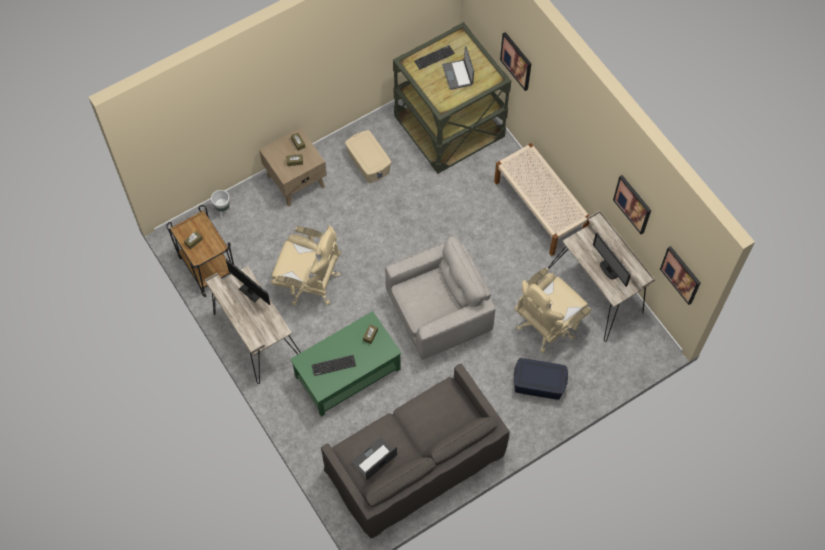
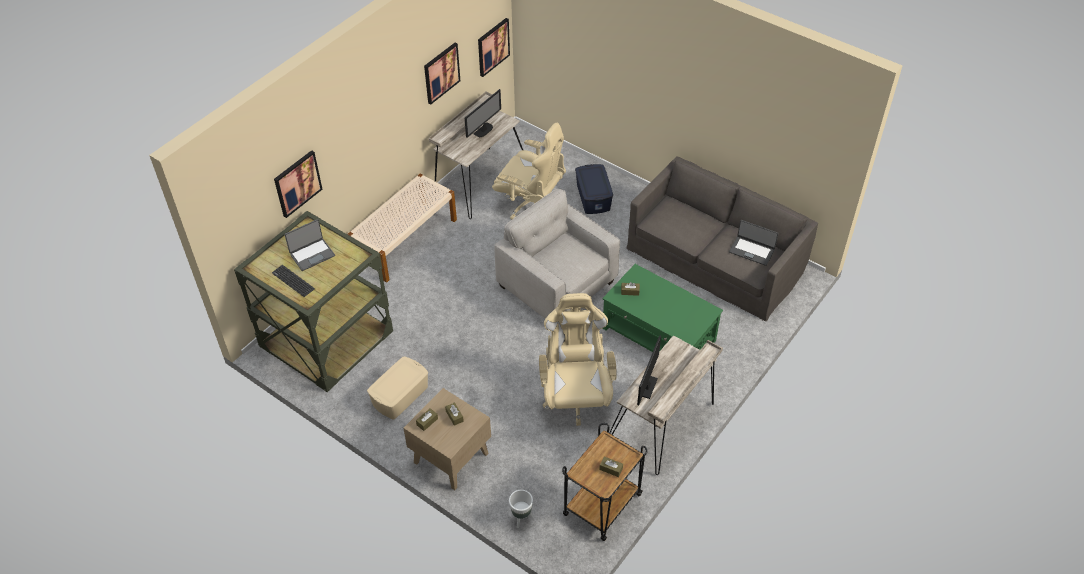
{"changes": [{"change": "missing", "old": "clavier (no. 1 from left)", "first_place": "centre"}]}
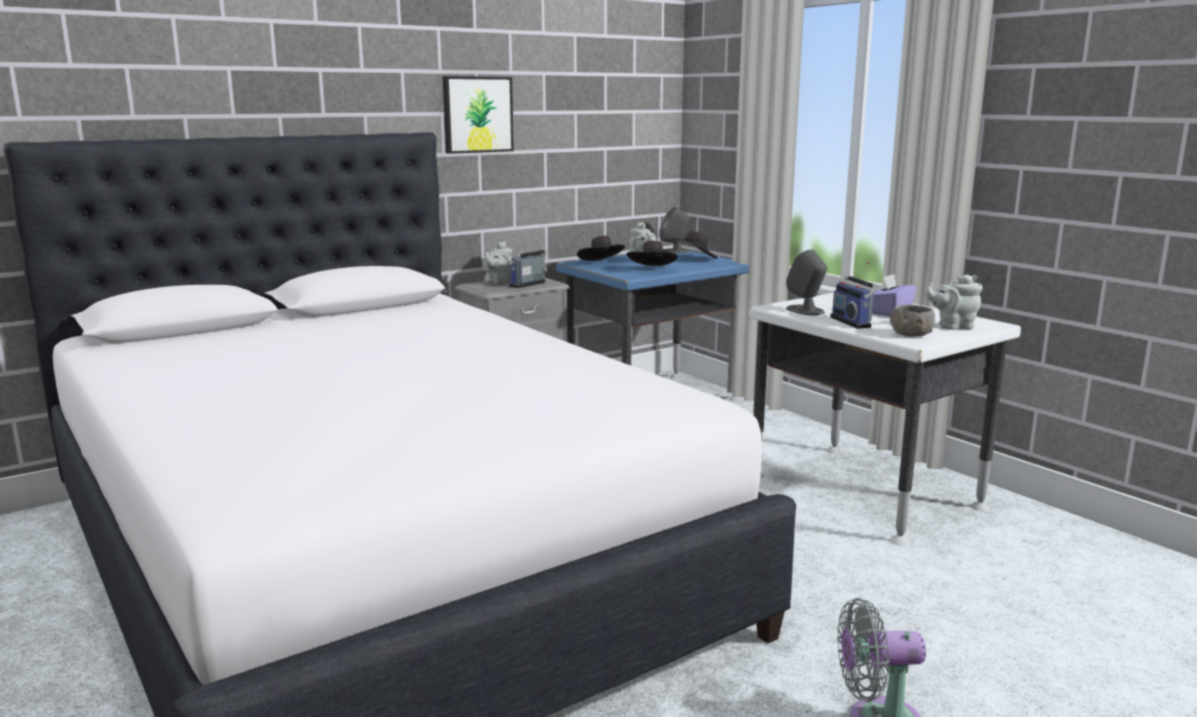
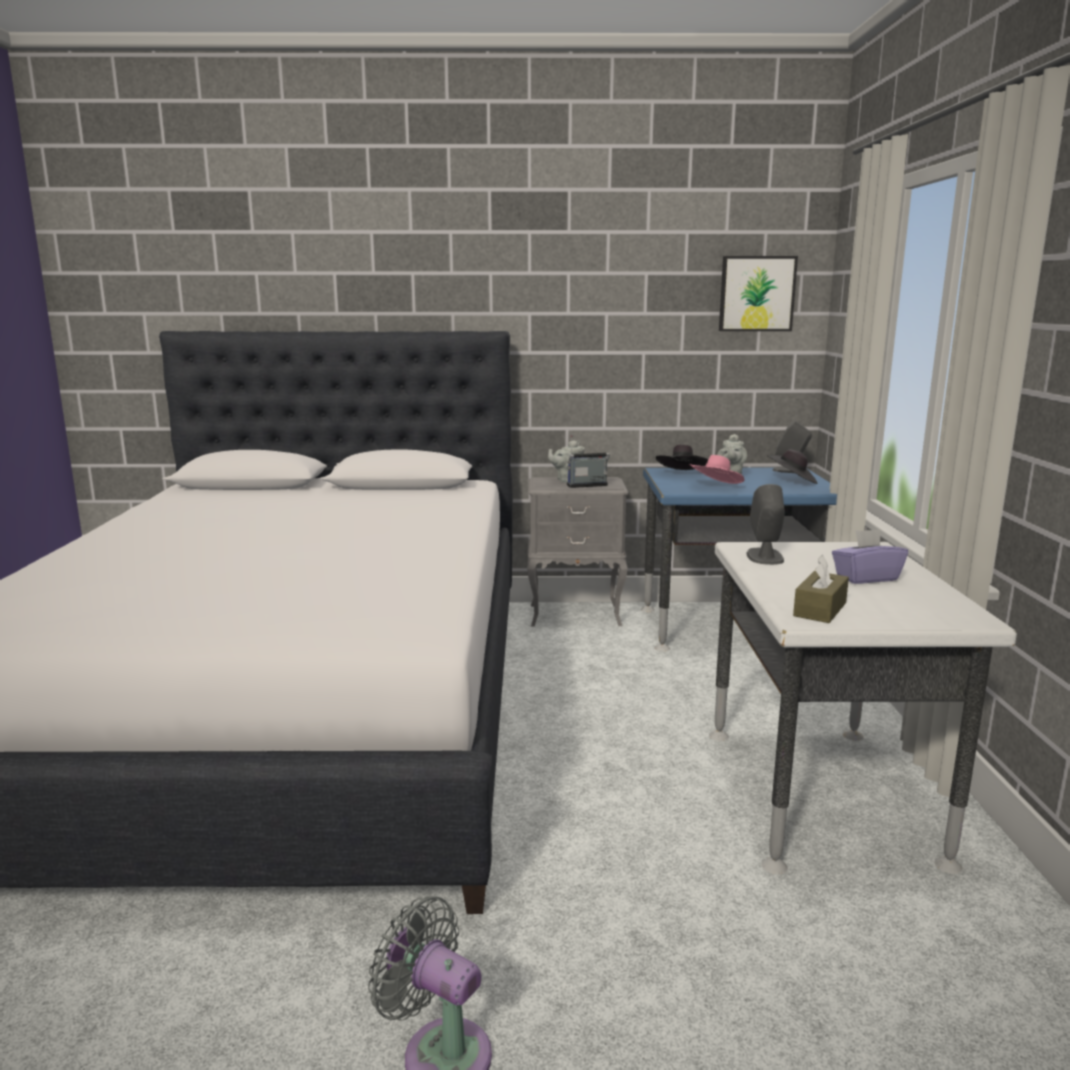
{"changes": [{"change": "relocated", "old": "tableau", "first_place": "top centre", "second_place": "top right"}, {"change": "colour", "old": "chapeau (noir) (no. 2 from left)", "new": "chapeau (rose)", "first_place": "centre", "second_place": "middle right"}, {"change": "missing", "old": "radio (no. 2 from left)", "first_place": "middle right"}, {"change": "exchanged", "old": "bol (gris)", "new": "boîte à mouchoirs (marron)", "first_place": "middle right", "second_place": "middle right"}, {"change": "missing", "old": "théière (gris) (no. 3 from left)", "first_place": "middle right"}]}
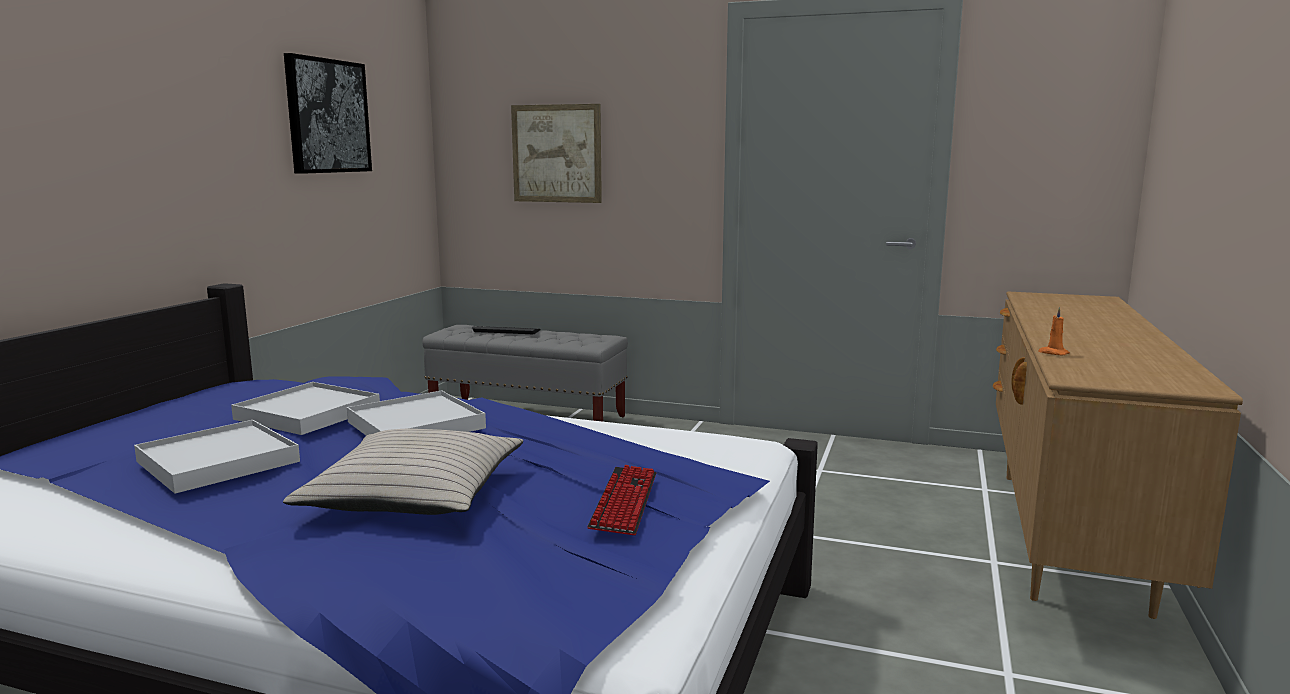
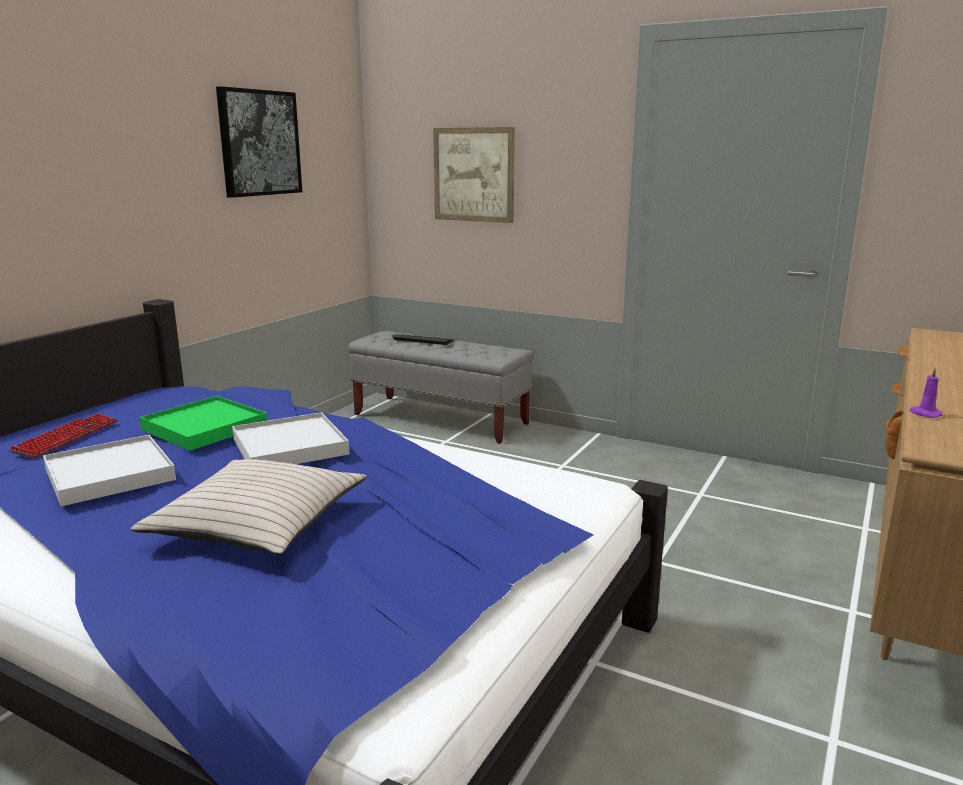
{"changes": [{"change": "colour", "old": "plateau (blanc) (no. 2 from left)", "new": "plateau (vert)", "first_place": "middle left", "second_place": "middle left"}, {"change": "relocated", "old": "clavier (no. 2 from left in the first image)", "new": "clavier (no. 1 from left)", "first_place": "bottom centre", "second_place": "middle left"}, {"change": "colour", "old": "bougie (orange)", "new": "bougie (violet)", "first_place": "middle right", "second_place": "middle right"}]}
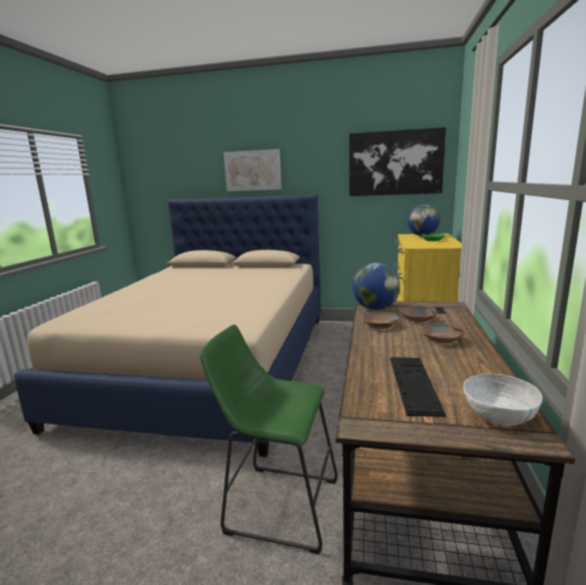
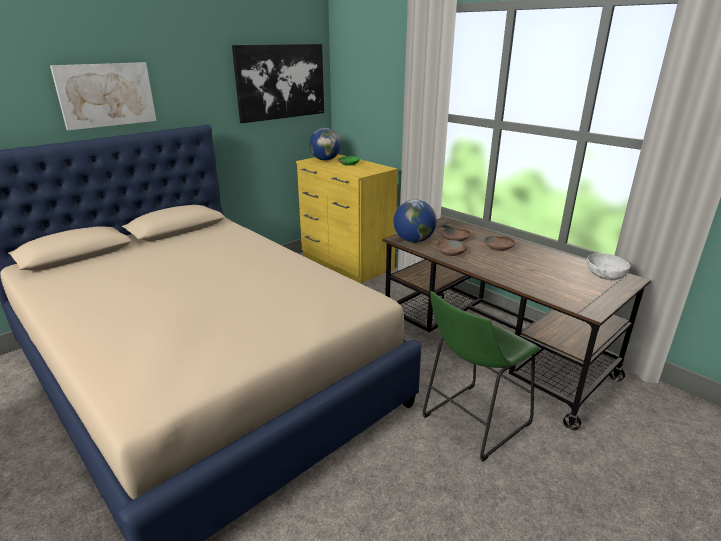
{"changes": [{"change": "missing", "old": "clavier", "first_place": "middle right"}]}
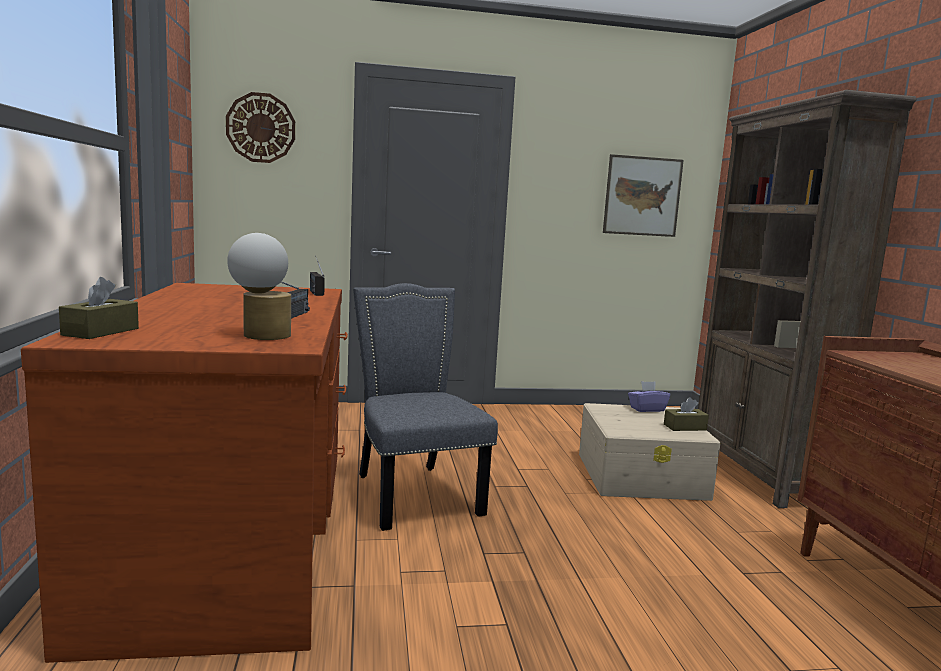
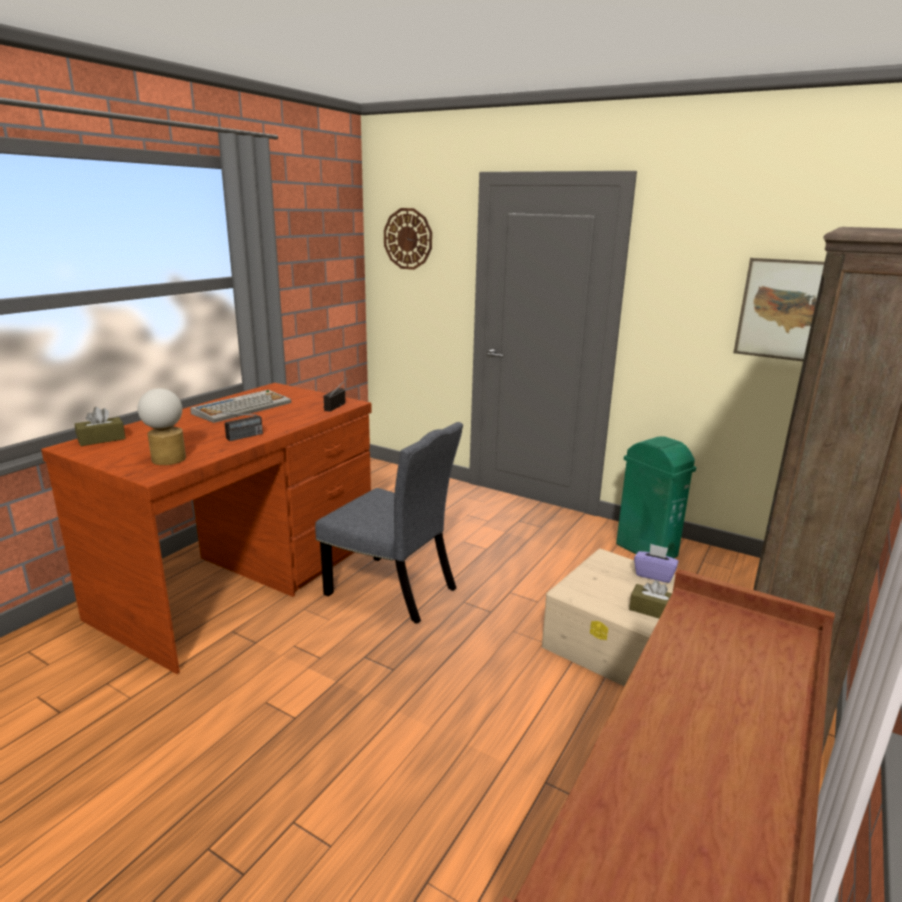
{"changes": [{"change": "spun", "old": "chaise (gris)", "first_place": "centre", "second_place": "centre", "degrees": 105}, {"change": "appeared", "new": "clavier", "second_place": "middle left"}, {"change": "appeared", "new": "poubelle (vert)", "second_place": "middle right"}]}
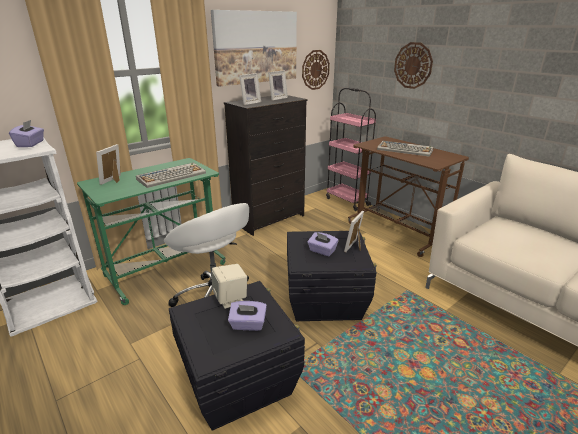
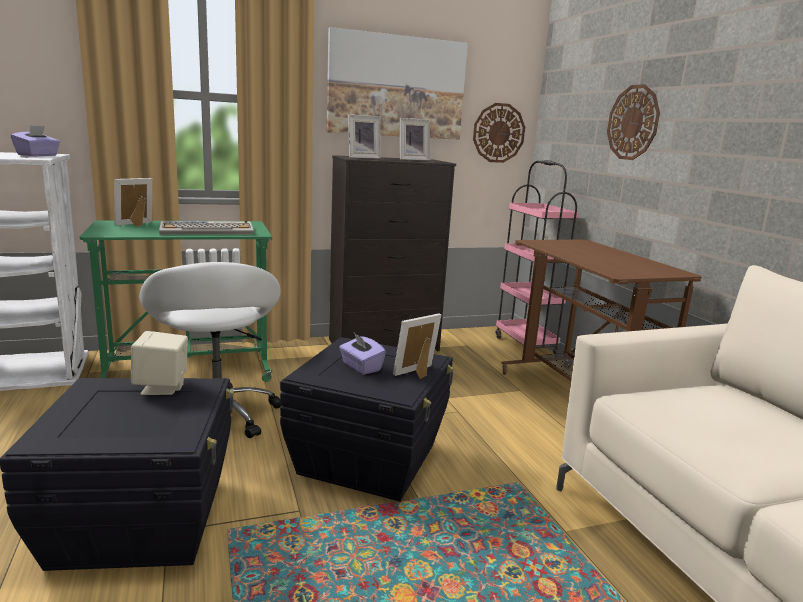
{"changes": [{"change": "missing", "old": "boîte à mouchoirs (violet) (no. 2 from left)", "first_place": "bottom centre"}, {"change": "missing", "old": "clavier (no. 2 from left)", "first_place": "middle right"}]}
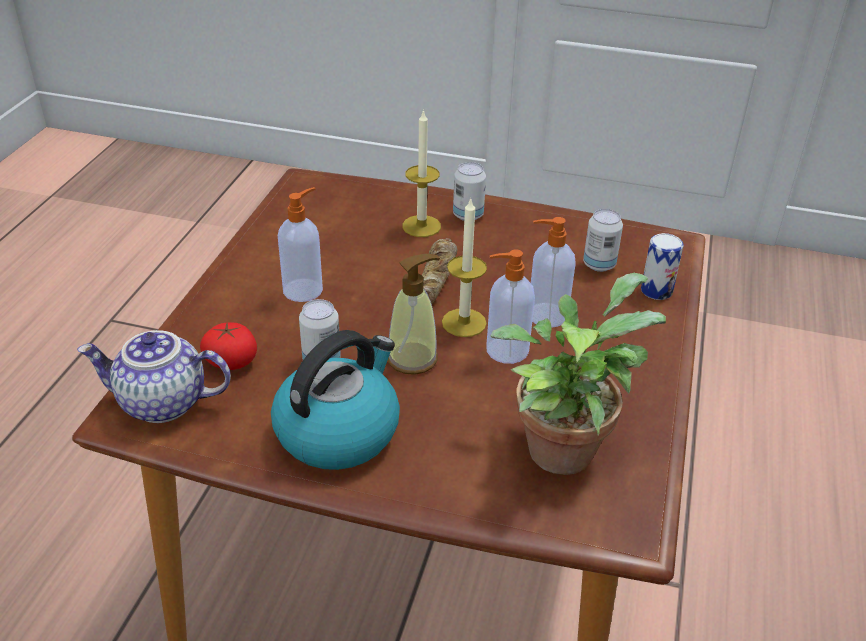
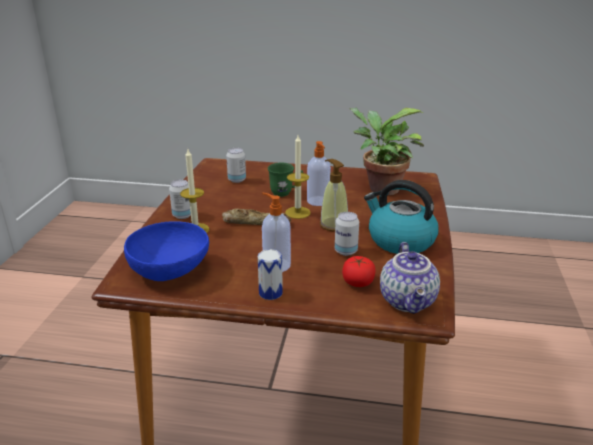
{"changes": [{"change": "exchanged", "old": "distributeur de savon (no. 4 from left)", "new": "mug (vert)", "first_place": "centre", "second_place": "centre"}, {"change": "relocated", "old": "boîte métallique (no. 4 from left in the first image)", "new": "boîte métallique (no. 3 from left)", "first_place": "middle right", "second_place": "centre"}, {"change": "appeared", "new": "bol (bleu)", "second_place": "middle left"}]}
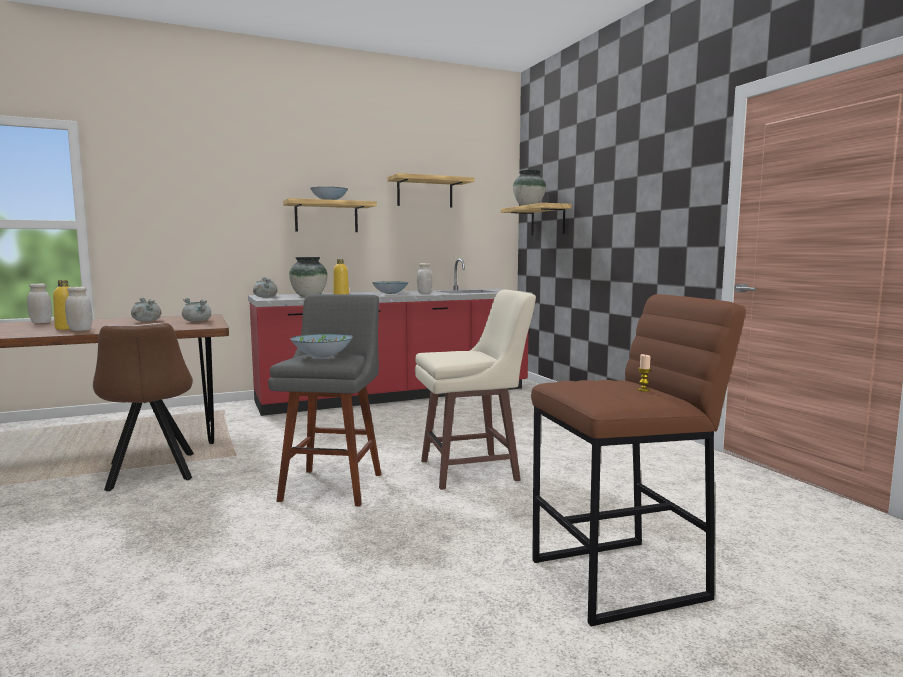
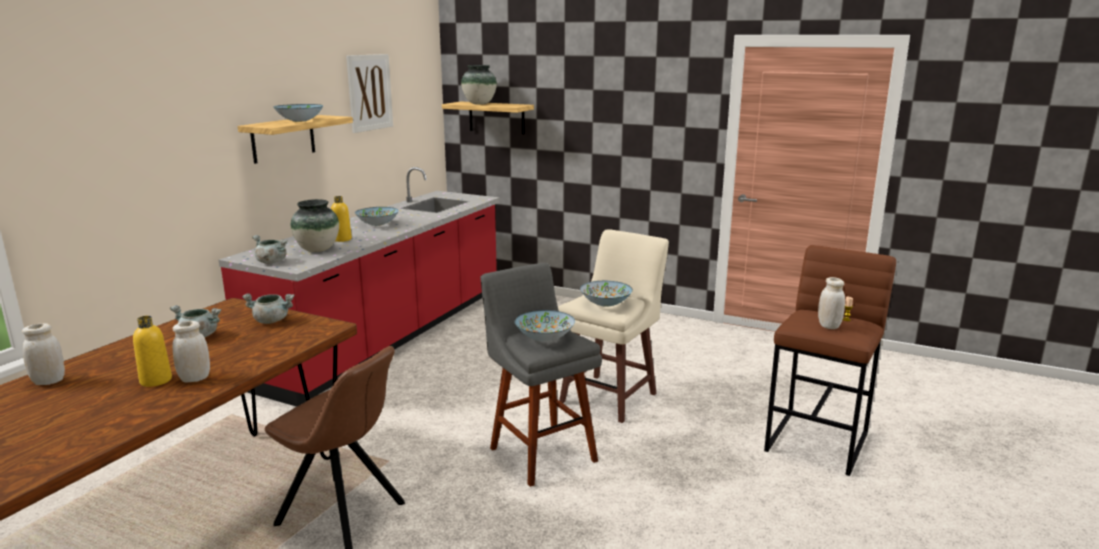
{"changes": [{"change": "exchanged", "old": "étagère (no. 2 from left)", "new": "tableau", "first_place": "top centre", "second_place": "top centre"}, {"change": "relocated", "old": "bocal (blanc) (no. 3 from left)", "first_place": "centre", "second_place": "middle right"}, {"change": "appeared", "new": "bol (no. 4 from left)", "second_place": "centre"}]}
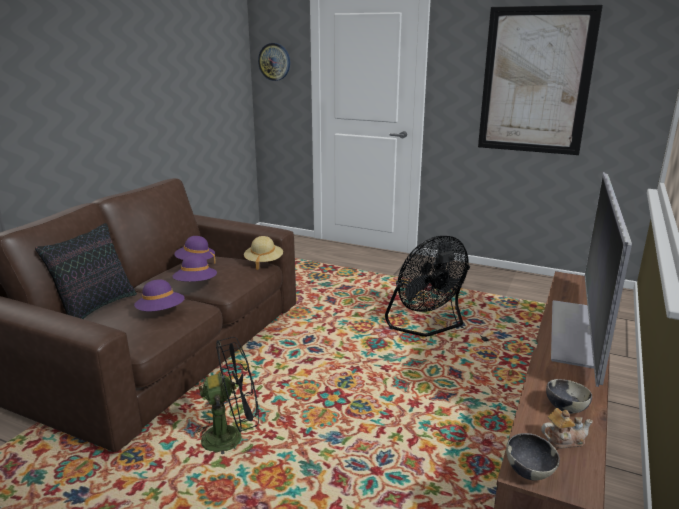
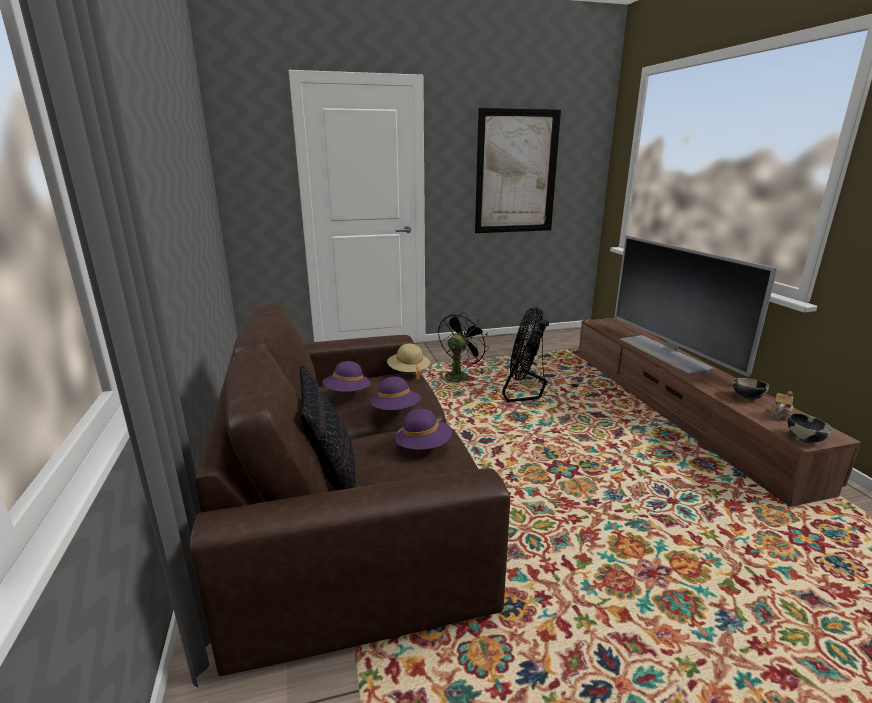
{"changes": [{"change": "relocated", "old": "ventilateur (noir) (no. 1 from left)", "first_place": "bottom left", "second_place": "centre"}, {"change": "missing", "old": "horloge murale", "first_place": "top centre"}]}
